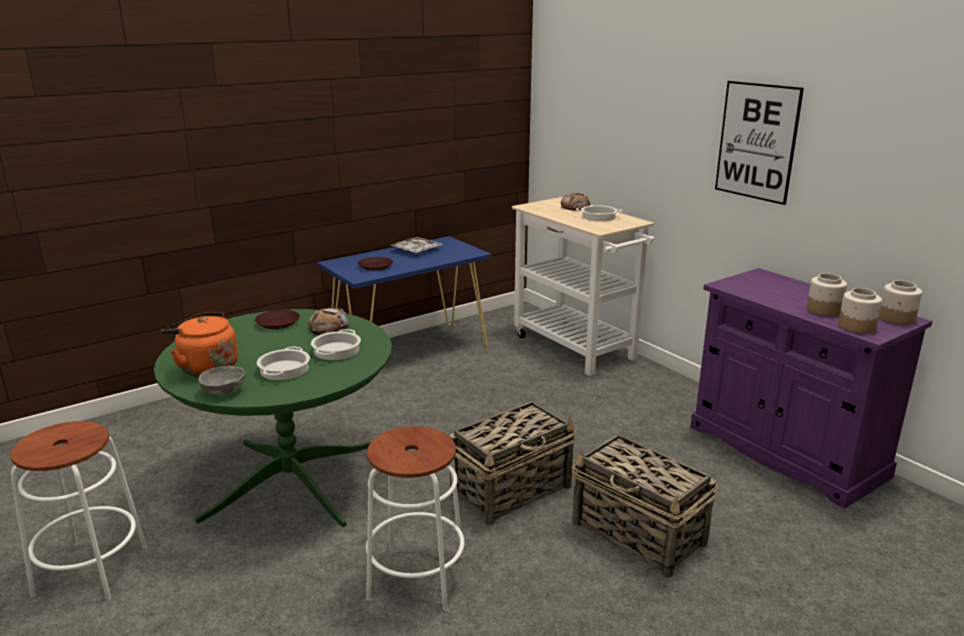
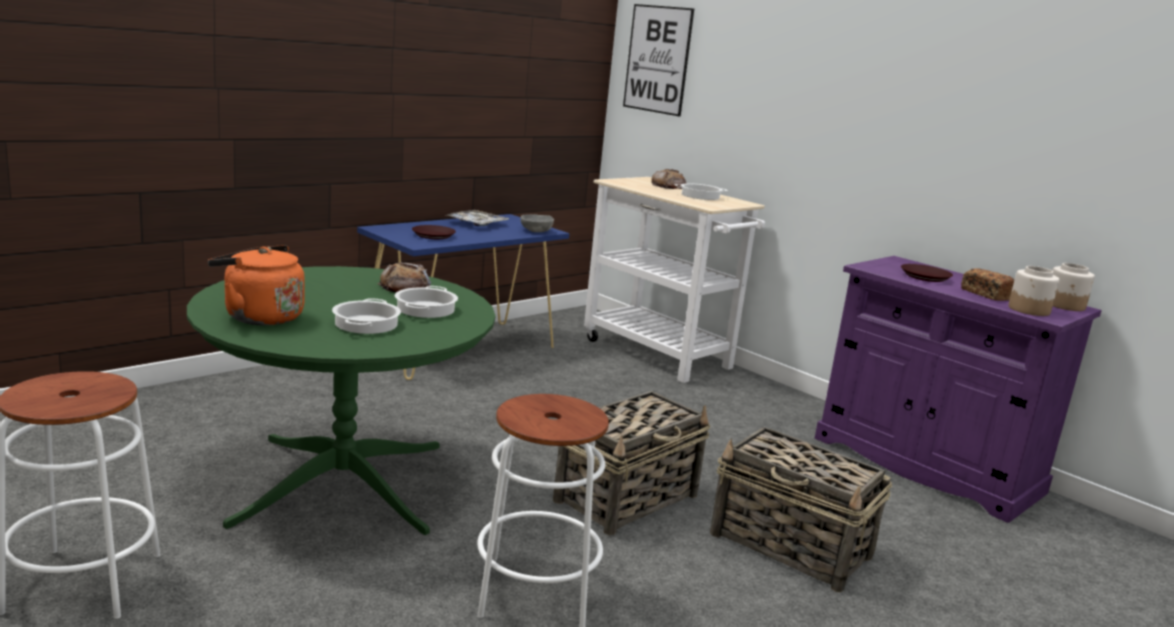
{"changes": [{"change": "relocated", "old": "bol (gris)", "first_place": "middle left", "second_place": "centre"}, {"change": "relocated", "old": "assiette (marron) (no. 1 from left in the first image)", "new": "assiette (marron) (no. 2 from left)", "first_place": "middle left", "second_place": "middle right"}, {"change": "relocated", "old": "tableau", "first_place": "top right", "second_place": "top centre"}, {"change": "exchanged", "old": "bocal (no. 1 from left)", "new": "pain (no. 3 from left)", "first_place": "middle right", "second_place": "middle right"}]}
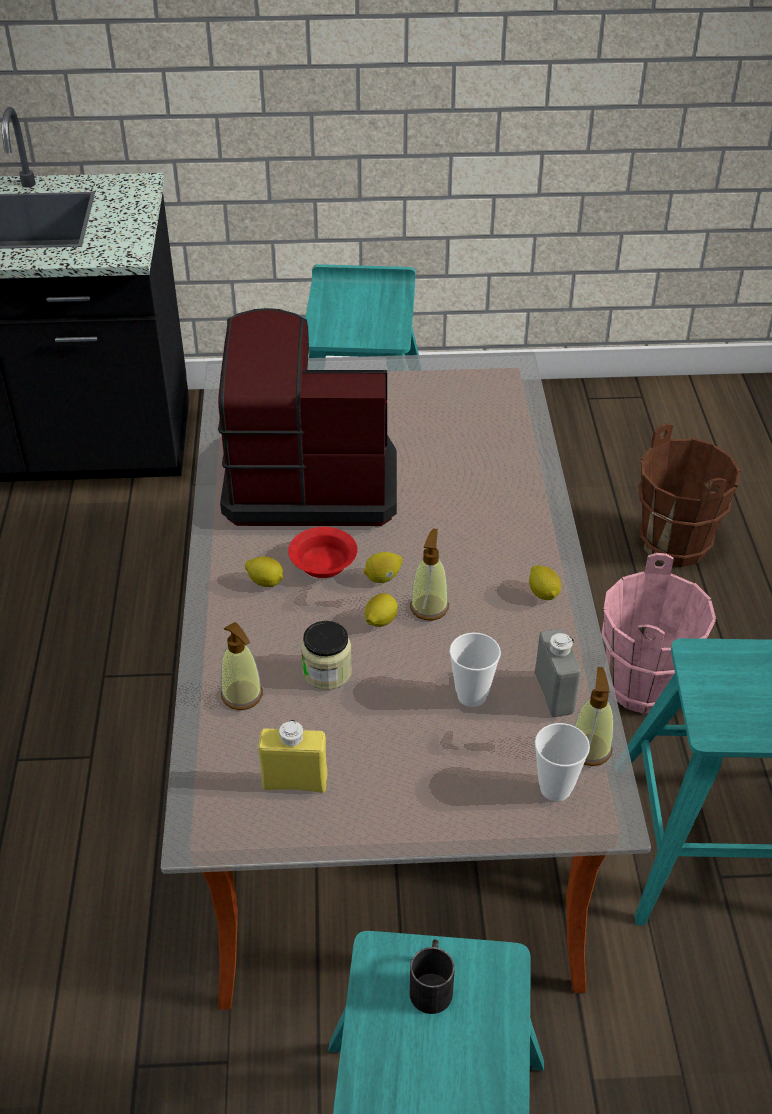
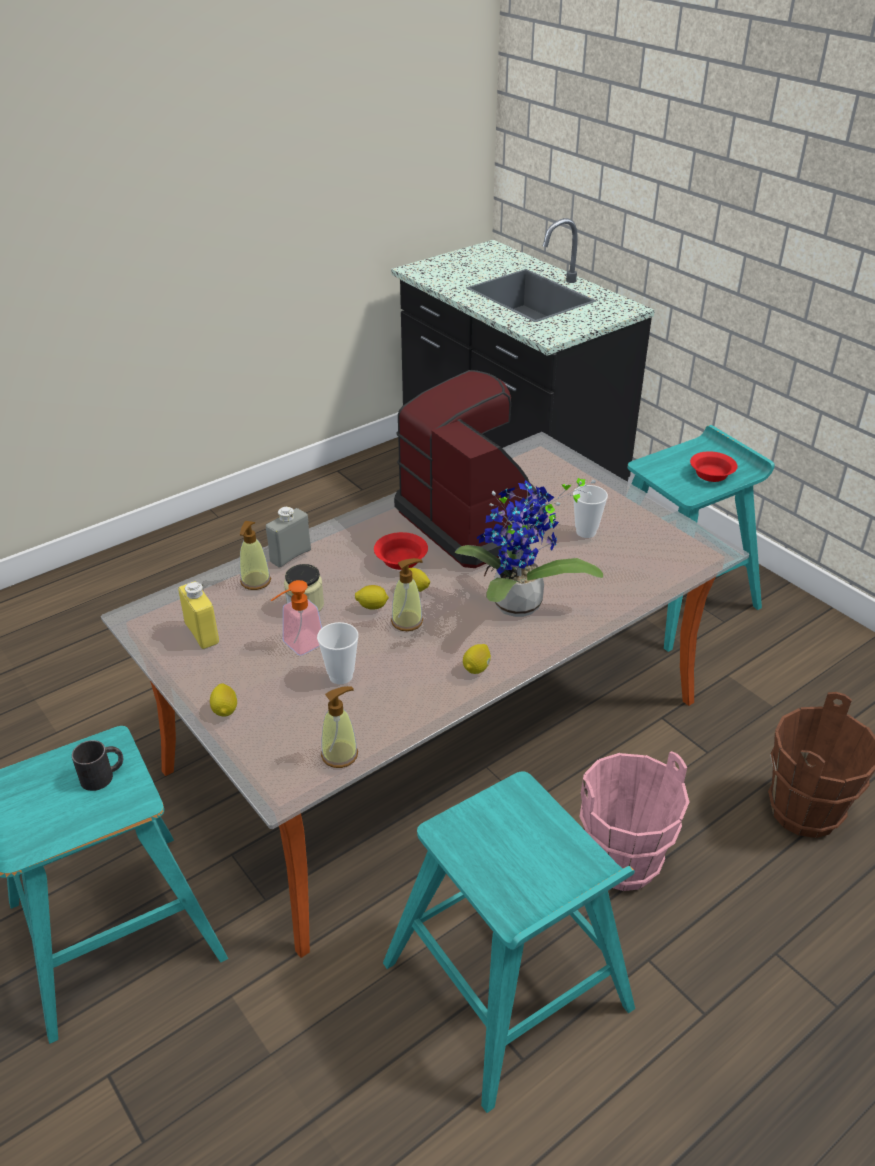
{"changes": [{"change": "relocated", "old": "citron (no. 1 from left)", "first_place": "centre", "second_place": "middle left"}, {"change": "relocated", "old": "bouteille (gris)", "first_place": "middle right", "second_place": "middle left"}, {"change": "relocated", "old": "tasse (no. 2 from left)", "first_place": "bottom right", "second_place": "middle right"}, {"change": "appeared", "new": "distributeur de savon (no. 2 from left)", "second_place": "centre"}, {"change": "appeared", "new": "plante en pot", "second_place": "centre"}, {"change": "appeared", "new": "bol (rouge) (no. 2 from left)", "second_place": "middle right"}]}
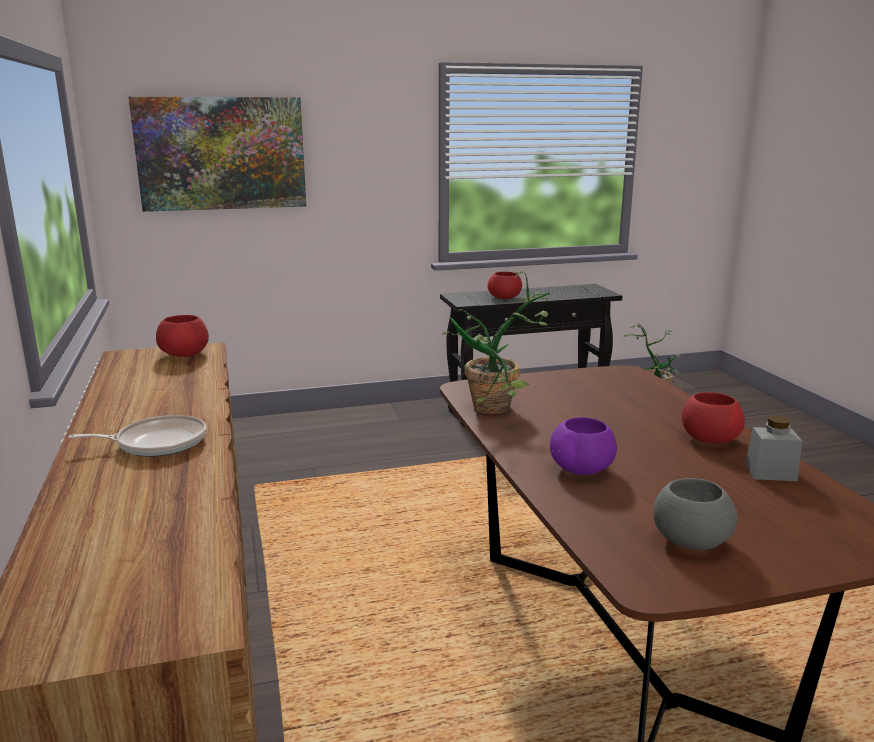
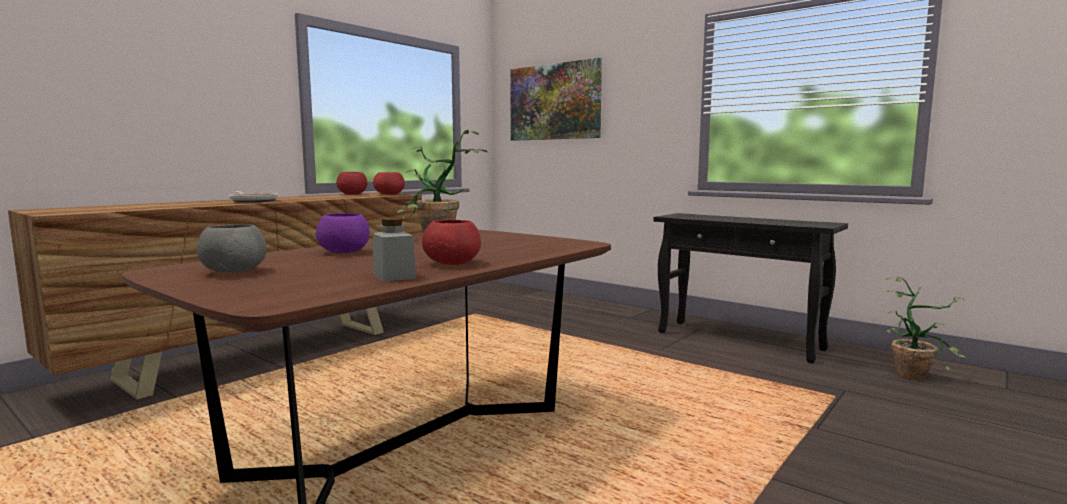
{"changes": [{"change": "relocated", "old": "bol (rouge) (no. 2 from left in the first image)", "new": "bol (rouge) (no. 1 from left)", "first_place": "centre", "second_place": "middle left"}]}
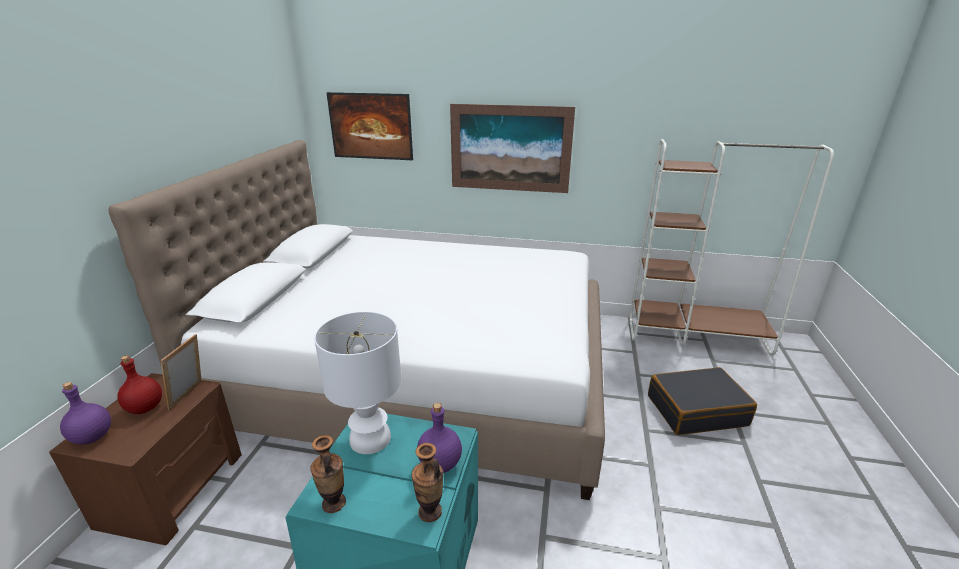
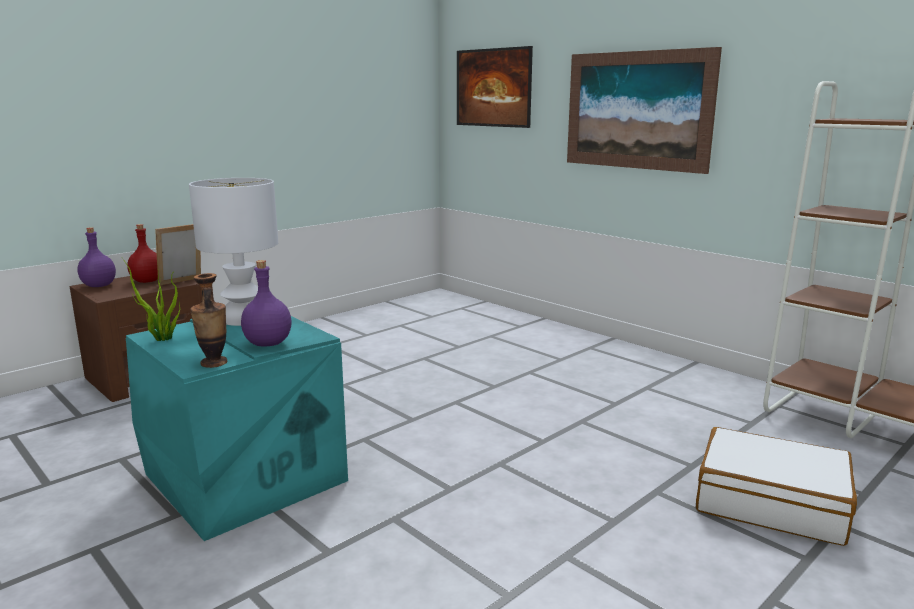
{"changes": [{"change": "missing", "old": "lit (blanc)", "first_place": "centre"}, {"change": "exchanged", "old": "vase (no. 1 from left)", "new": "plante en pot", "first_place": "bottom centre", "second_place": "middle left"}, {"change": "colour", "old": "valise (noir)", "new": "valise (blanc)", "first_place": "bottom right", "second_place": "bottom right"}]}
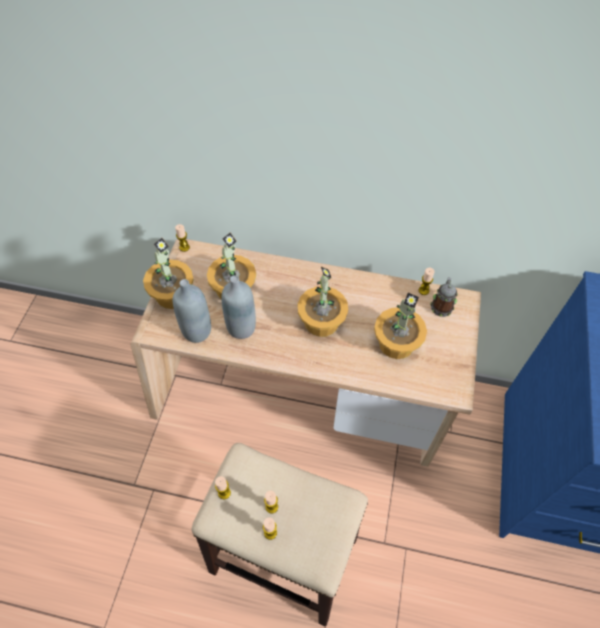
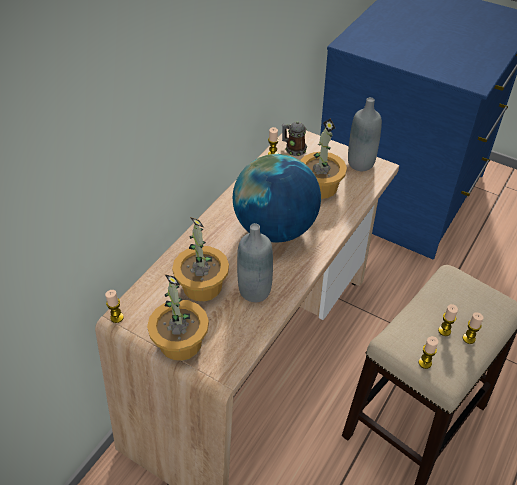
{"changes": [{"change": "relocated", "old": "bouteille (gris) (no. 1 from left in the first image)", "new": "bouteille (gris) (no. 2 from left)", "first_place": "middle left", "second_place": "top right"}, {"change": "exchanged", "old": "plante en pot (no. 3 from left)", "new": "globe", "first_place": "centre", "second_place": "centre"}]}
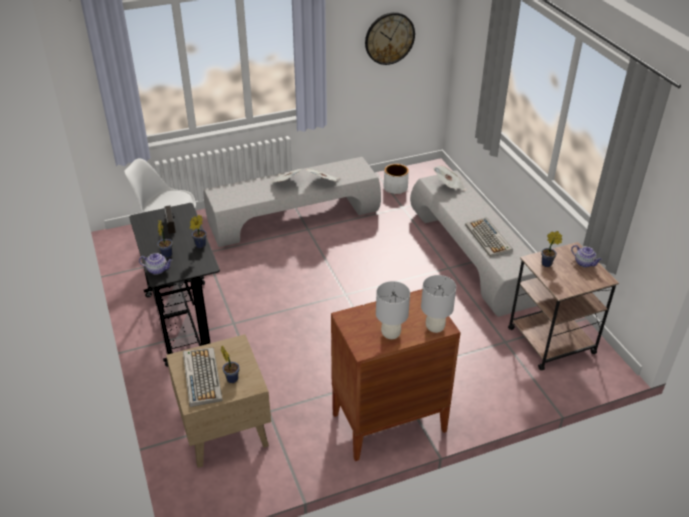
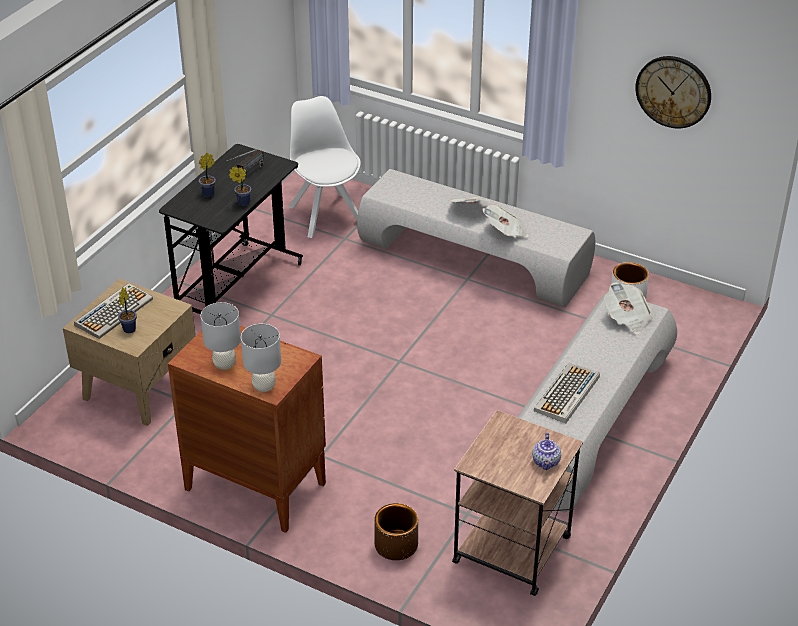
{"changes": [{"change": "missing", "old": "théière (no. 1 from left)", "first_place": "middle left"}, {"change": "missing", "old": "plante en pot (no. 4 from left)", "first_place": "middle right"}, {"change": "appeared", "new": "cache-pot (marron)", "second_place": "bottom centre"}]}
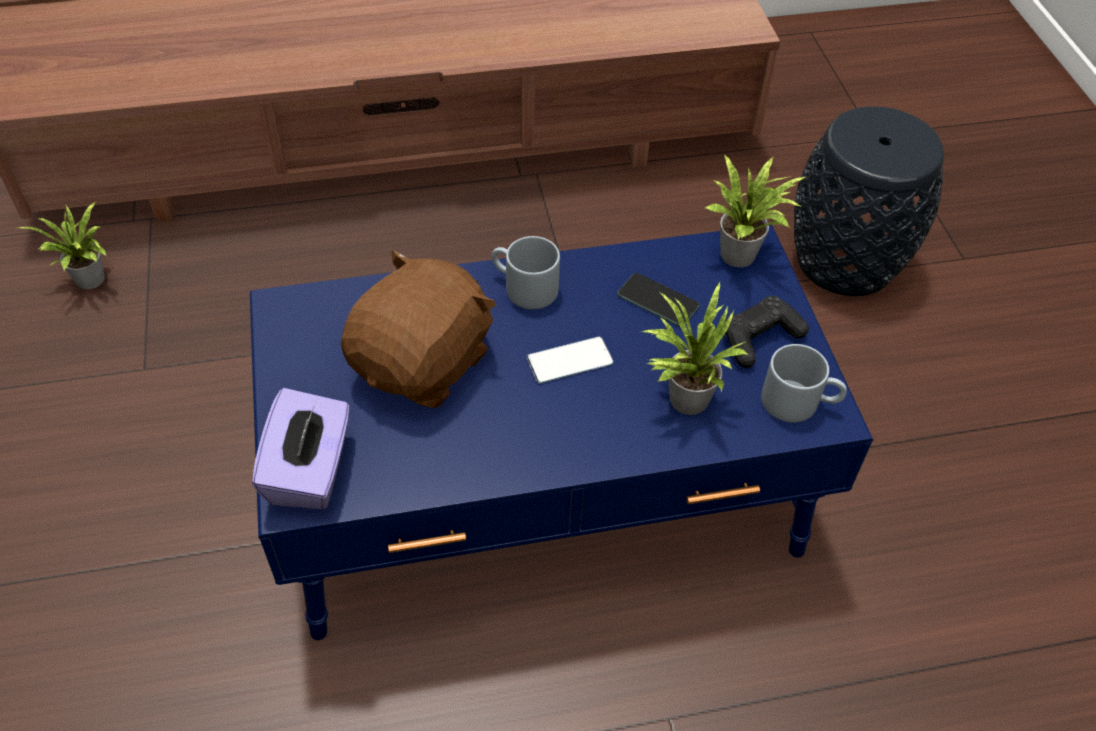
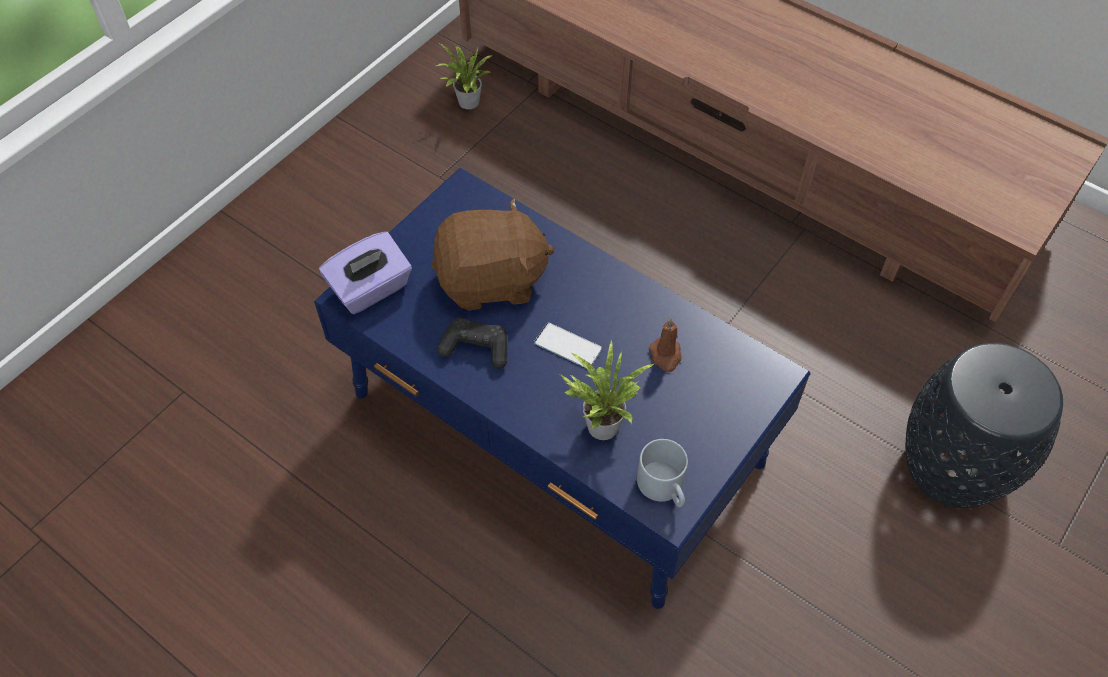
{"changes": [{"change": "missing", "old": "mug (gris) (no. 1 from left)", "first_place": "centre"}, {"change": "exchanged", "old": "téléphone (no. 2 from left)", "new": "bougie (marron)", "first_place": "centre", "second_place": "centre"}, {"change": "missing", "old": "plante en pot (no. 3 from left)", "first_place": "top right"}, {"change": "relocated", "old": "manette (noir)", "first_place": "middle right", "second_place": "centre"}]}
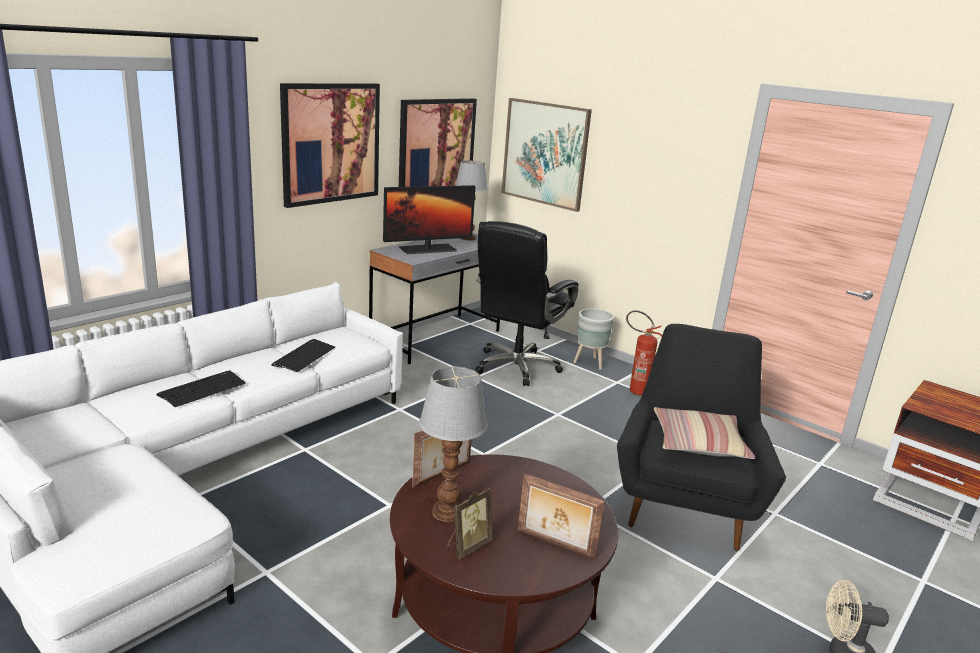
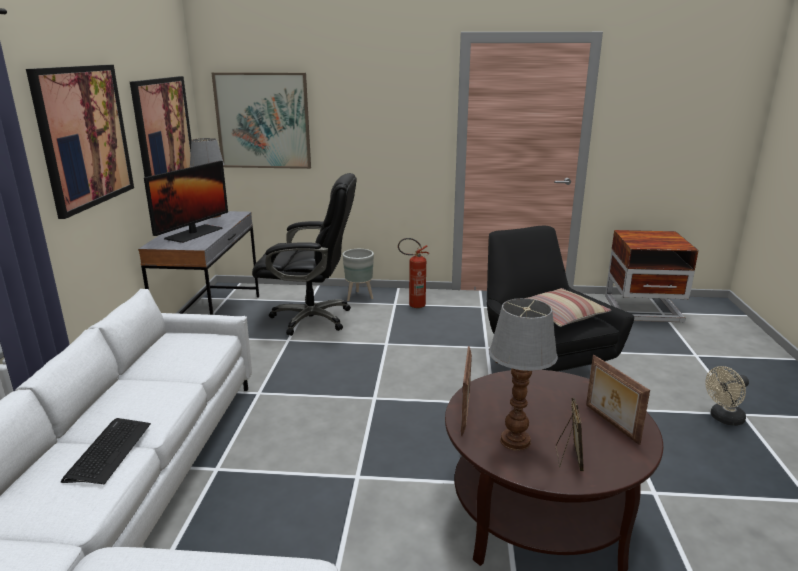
{"changes": [{"change": "missing", "old": "clavier (no. 2 from left)", "first_place": "middle left"}, {"change": "spun", "old": "chaise de bureau (noir)", "first_place": "centre", "second_place": "centre", "degrees": -75}, {"change": "spun", "old": "cadre photo (no. 3 from left)", "first_place": "bottom centre", "second_place": "bottom right", "degrees": 75}]}
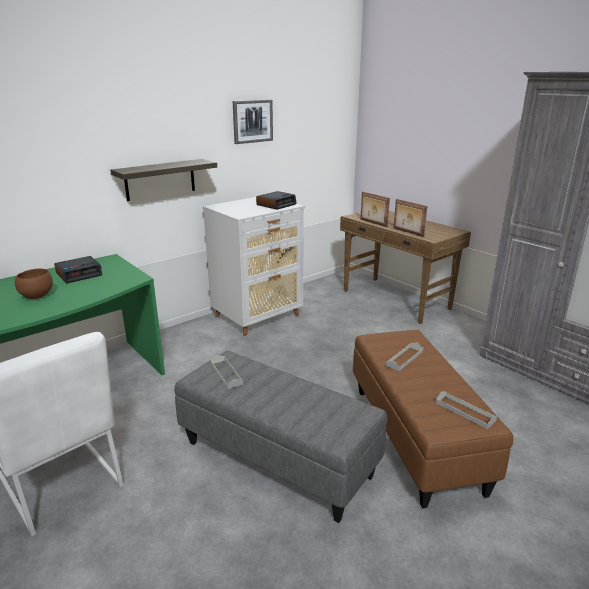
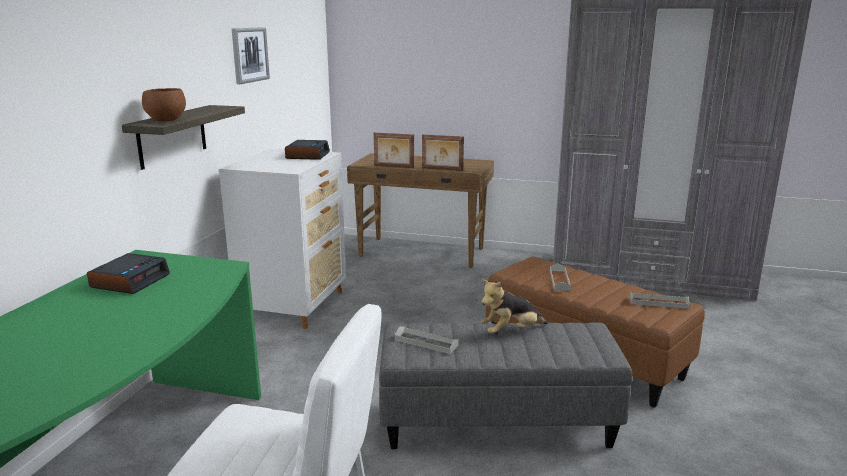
{"changes": [{"change": "relocated", "old": "bol (marron)", "first_place": "middle left", "second_place": "top left"}, {"change": "appeared", "new": "peluche", "second_place": "centre"}]}
